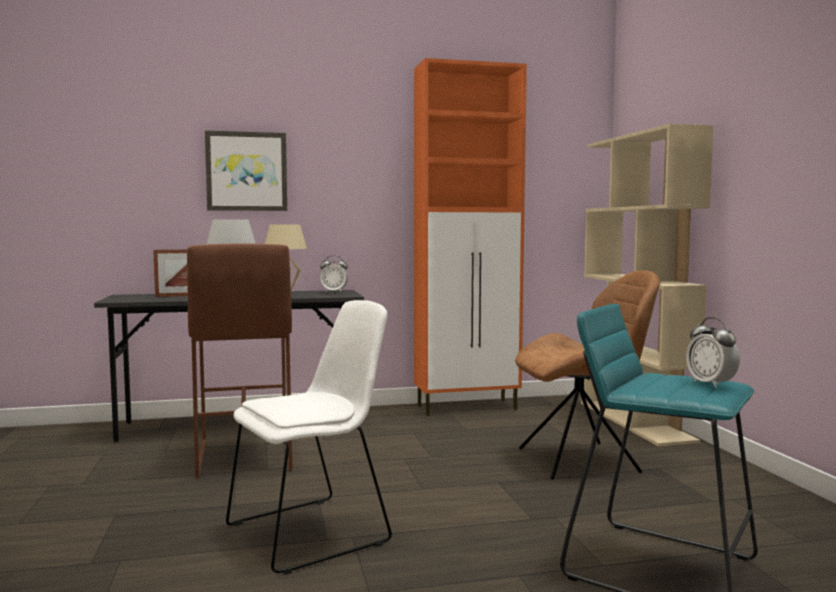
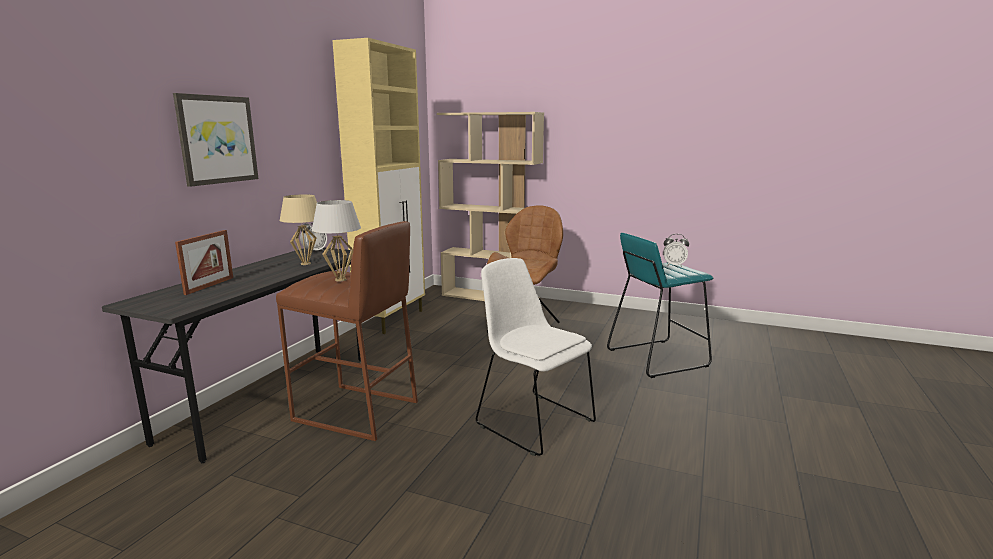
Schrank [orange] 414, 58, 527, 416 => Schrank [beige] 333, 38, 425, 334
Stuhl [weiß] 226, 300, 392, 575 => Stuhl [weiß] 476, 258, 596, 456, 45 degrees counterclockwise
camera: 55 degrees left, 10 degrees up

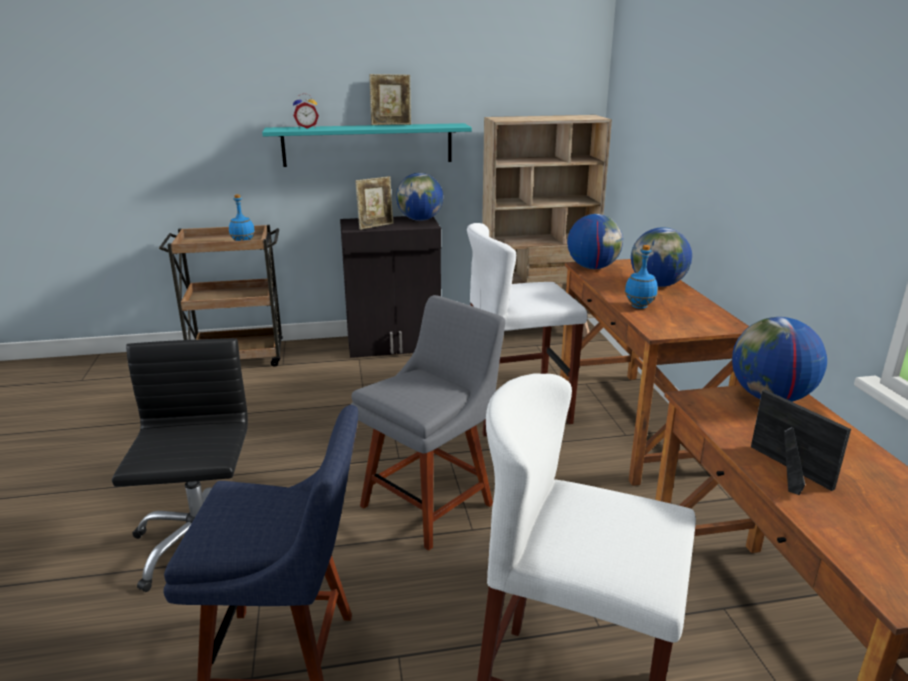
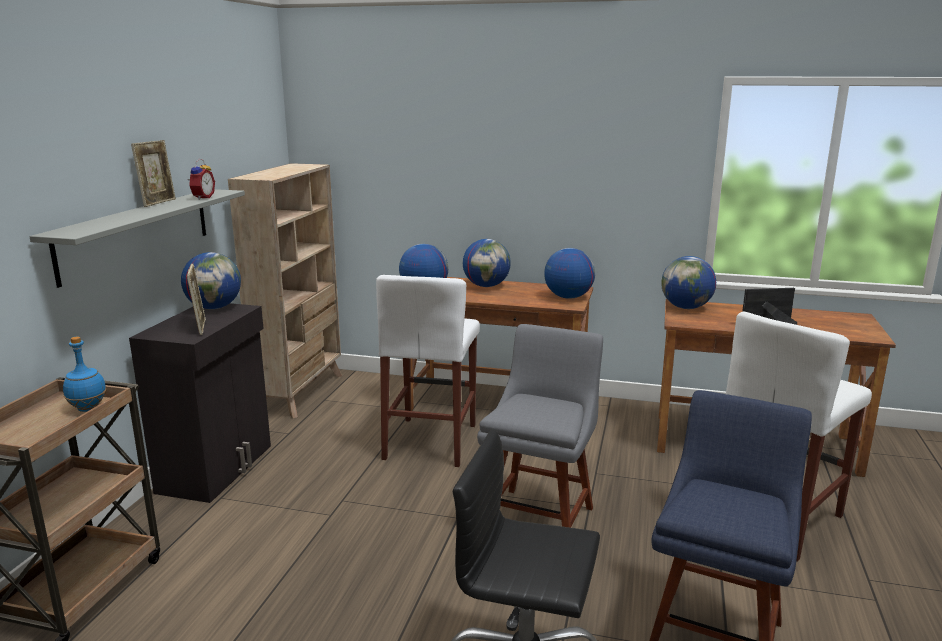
Wandregal [türkis] 262, 123, 472, 167 => Wandregal [grau] 29, 189, 245, 288
Wecker 293, 93, 319, 129 => Wecker 188, 159, 215, 200, moved
Stuhl [grau] 350, 295, 506, 551 => Stuhl [grau] 477, 324, 603, 528, 45 degrees clockwise
nothing => Globus 544, 248, 595, 299
Flasche [blau] 625, 245, 658, 309 => nothing
camera: 65 degrees left, 5 degrees down

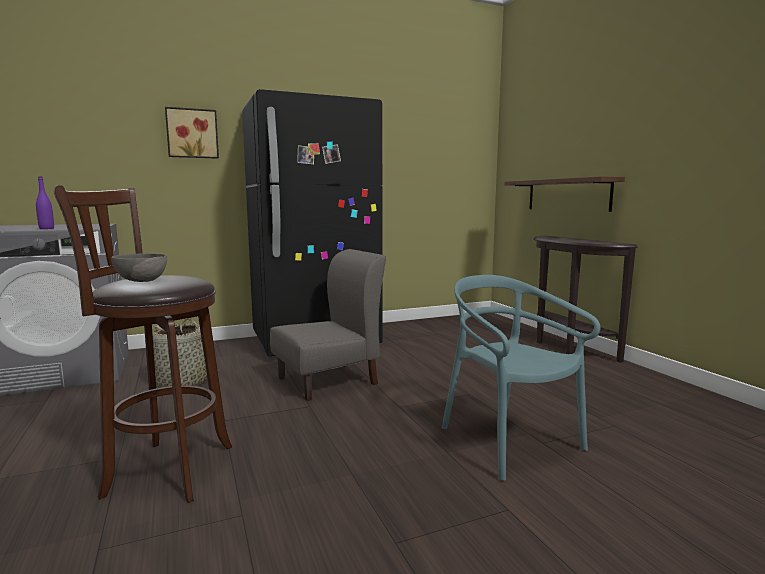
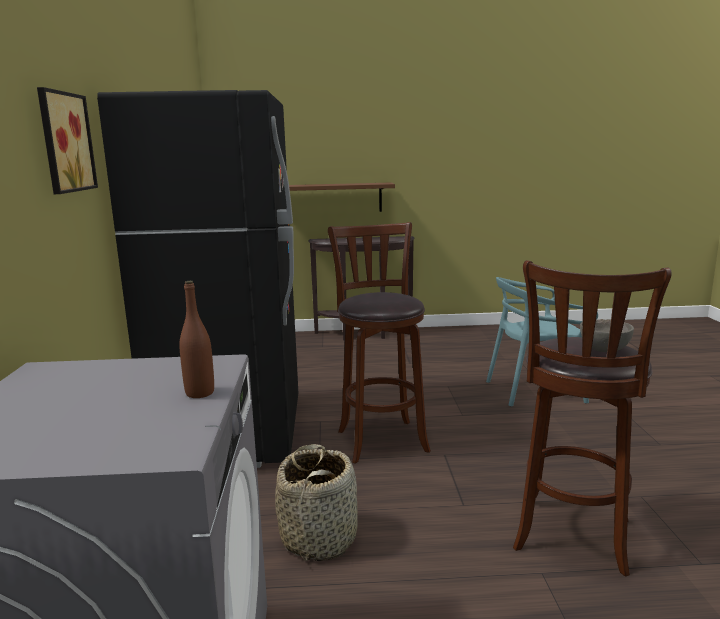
Flasche [lila] 36, 177, 54, 229 => Flasche [braun] 179, 281, 214, 398
Stuhl [grau] 270, 249, 386, 401 => Hocker [braun] 328, 222, 431, 464
camera: 70 degrees left, 5 degrees up

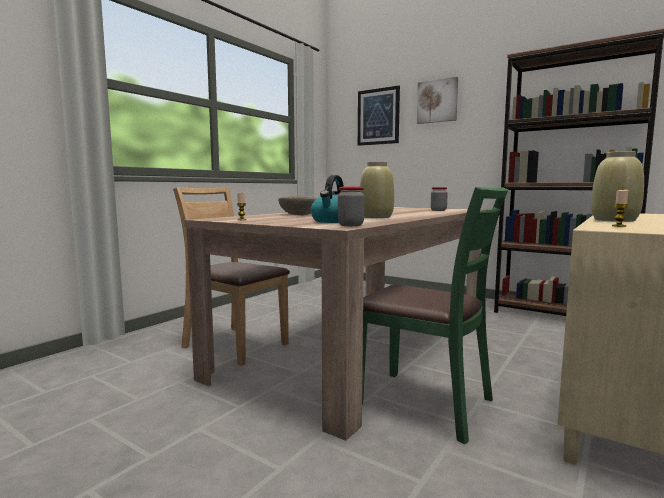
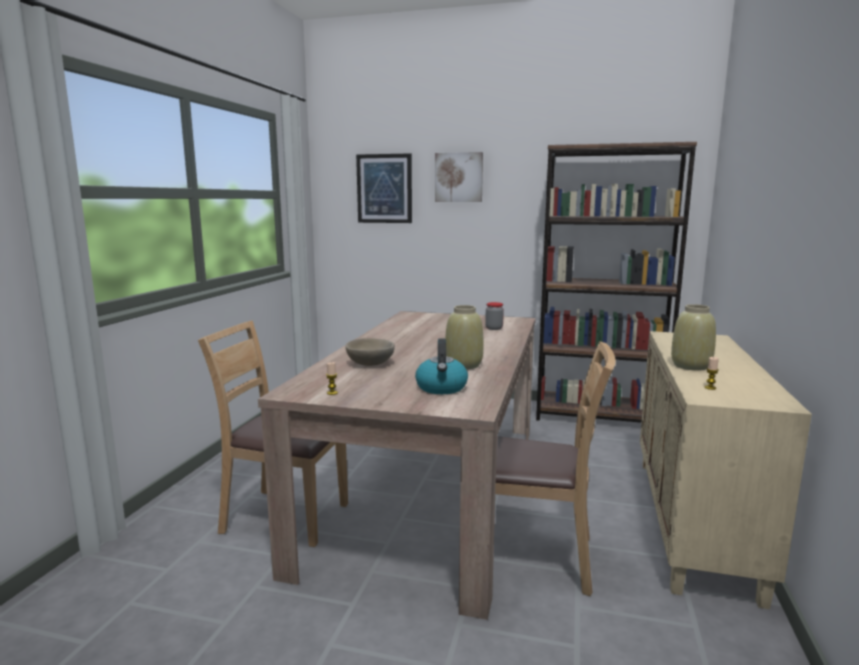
Stuhl [grün] 362, 187, 509, 444 => Stuhl [braun] 495, 341, 616, 596
Vorratsglas 338, 187, 364, 226 => nothing
camera: 20 degrees left, 5 degrees up

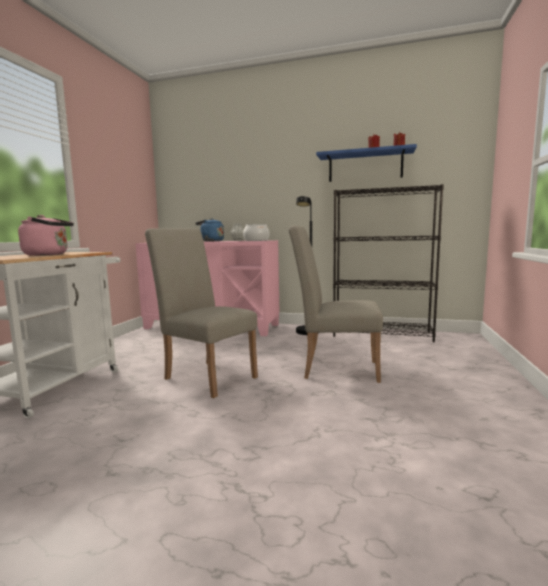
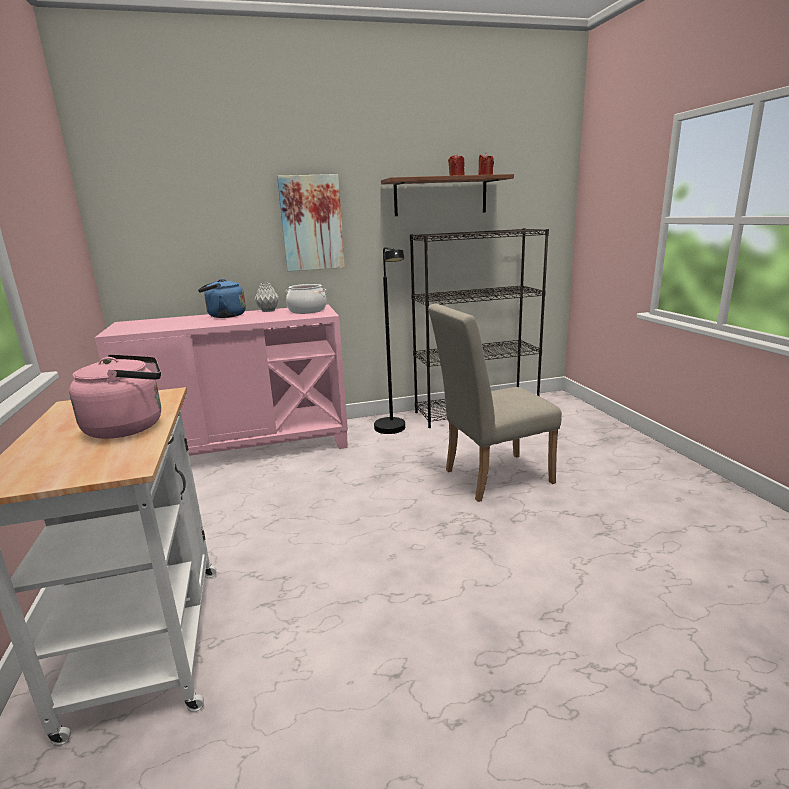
nothing => Bild 277, 174, 345, 271
Wandregal [blau] 316, 144, 417, 182 => Wandregal [braun] 381, 174, 514, 216
Stuhl [beige] 145, 228, 258, 398 => nothing
camera: 30 degrees left, 10 degrees up

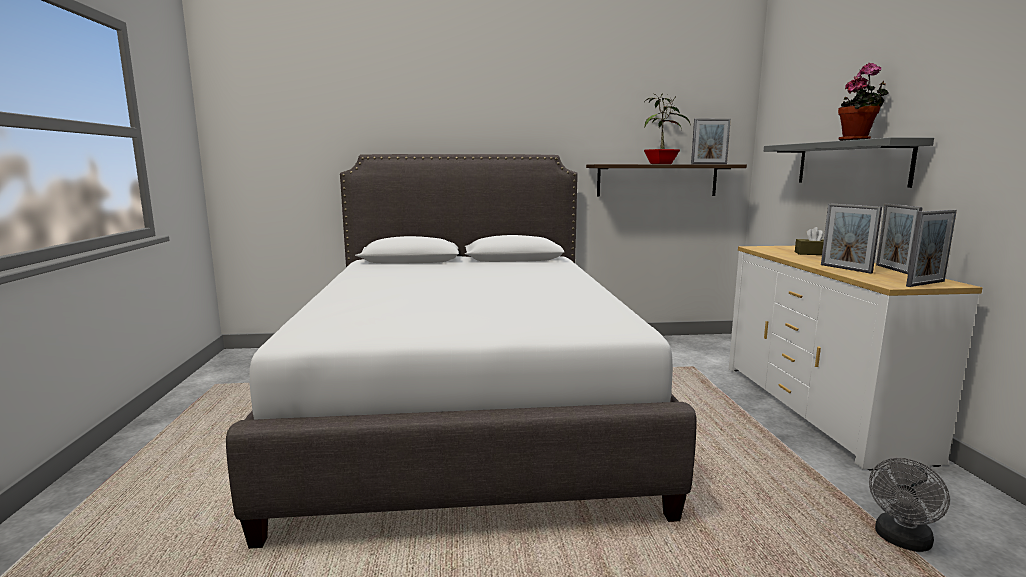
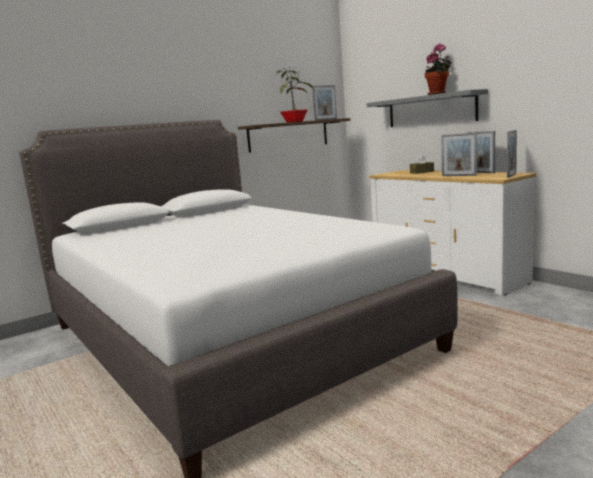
Ventilator [grau] 869, 458, 950, 552 => nothing
camera: 30 degrees left, 0 degrees up

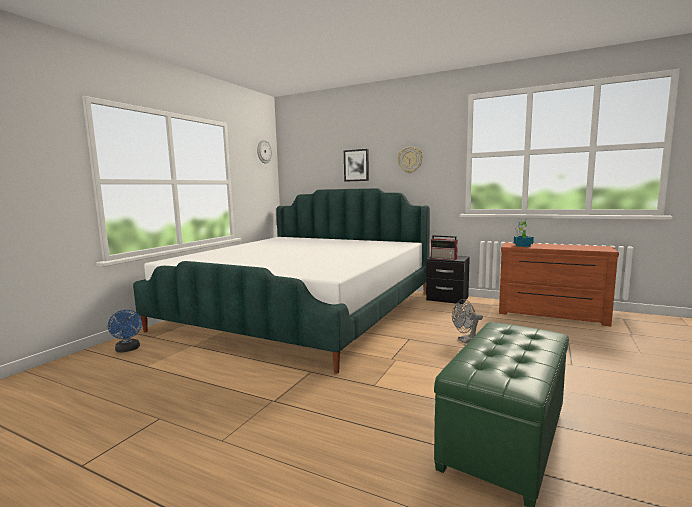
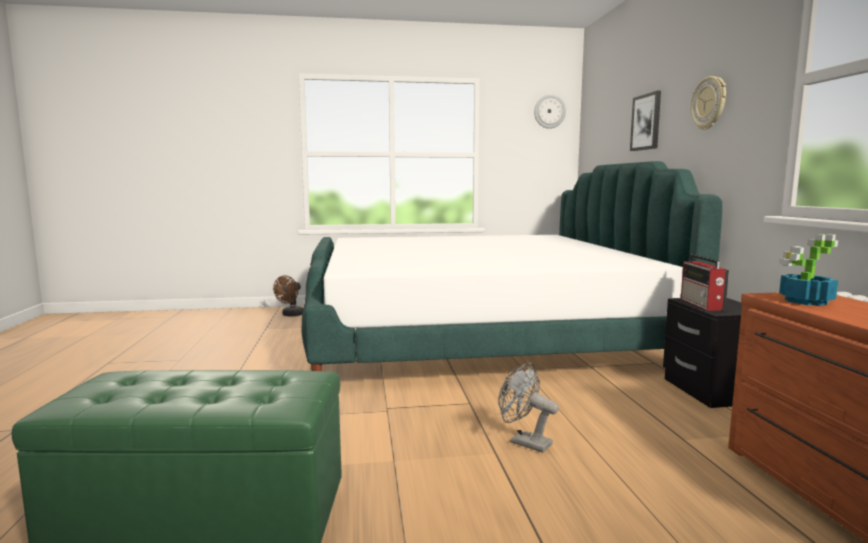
Ventilator [blau] 108, 310, 142, 353 => Ventilator [braun] 273, 275, 303, 316
camera: 55 degrees right, 0 degrees up

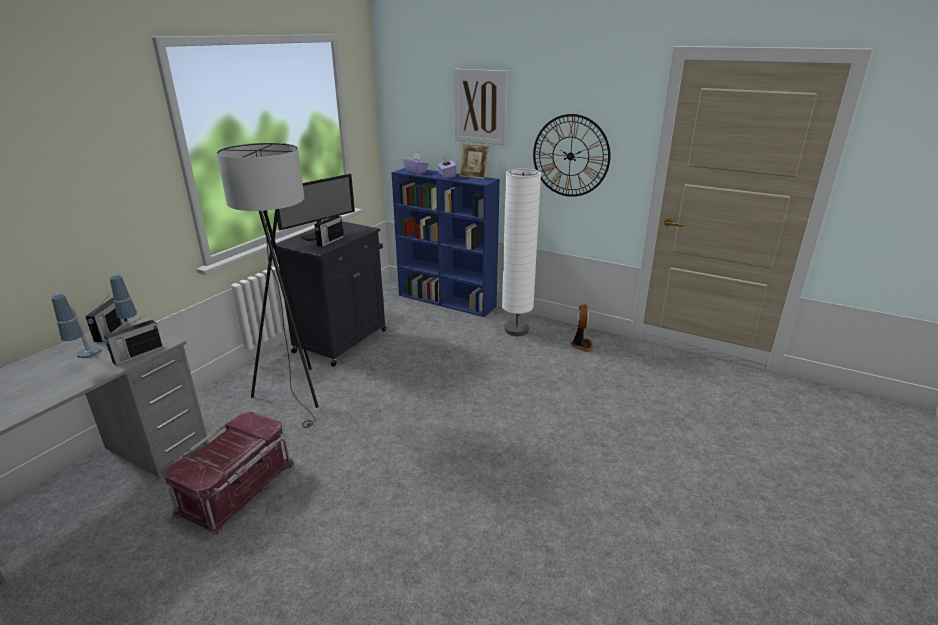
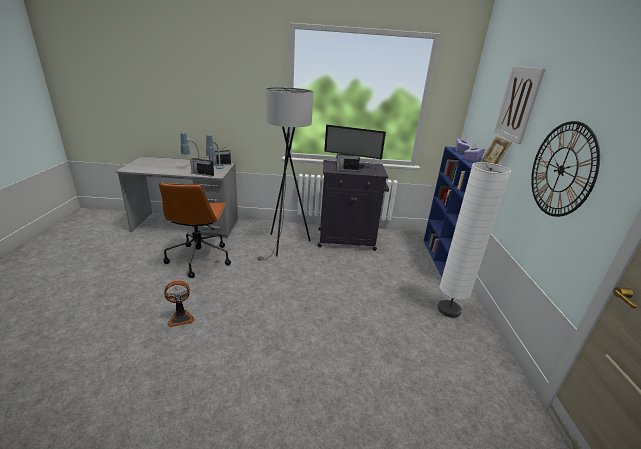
Aufbewahrungsbox [rot] 164, 412, 294, 537 => Bürostuhl [braun] 159, 183, 231, 278
Ventilator 571, 305, 593, 352 => Ventilator 164, 280, 195, 327, moved
camera: 60 degrees right, 0 degrees up

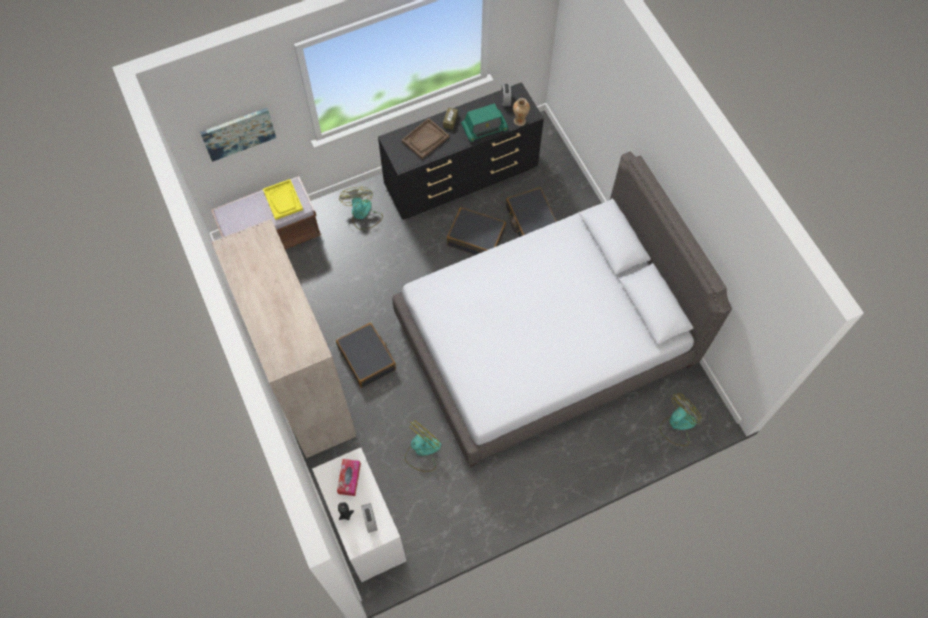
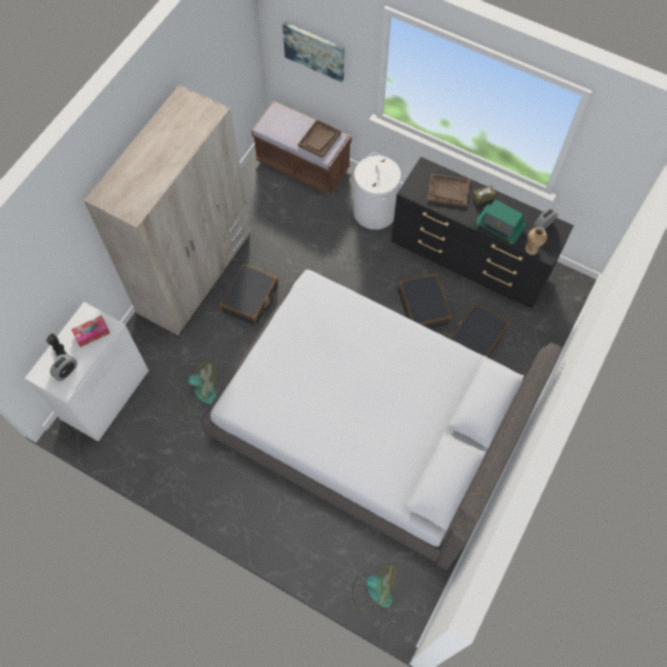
Tablett [gelb] 263, 179, 303, 220 => Tablett [braun] 298, 119, 341, 158
Ventilator 339, 187, 383, 230 => Wäschekorb [weiß] 353, 153, 401, 230
camera: 55 degrees right, 0 degrees up

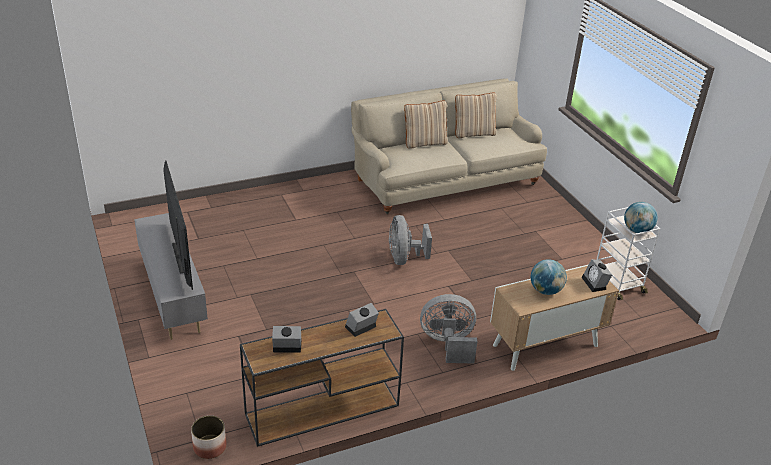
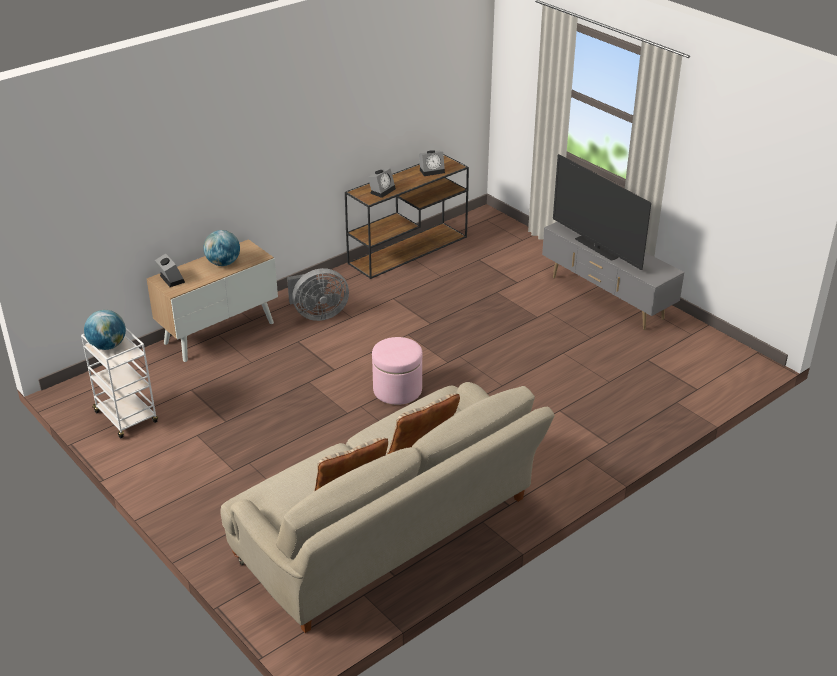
Ventilator [grau] 389, 215, 432, 265 => Polsterhocker [rosa] 372, 337, 423, 405
Pflanzkübel 191, 415, 227, 459 => nothing
camera: 165 degrees right, 0 degrees up

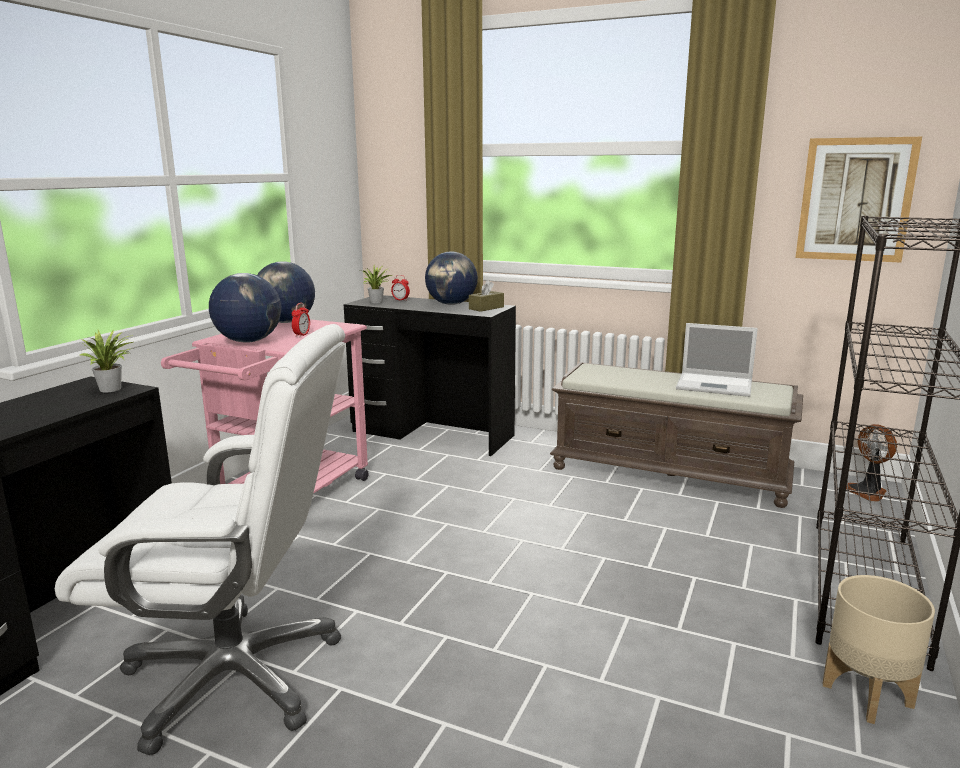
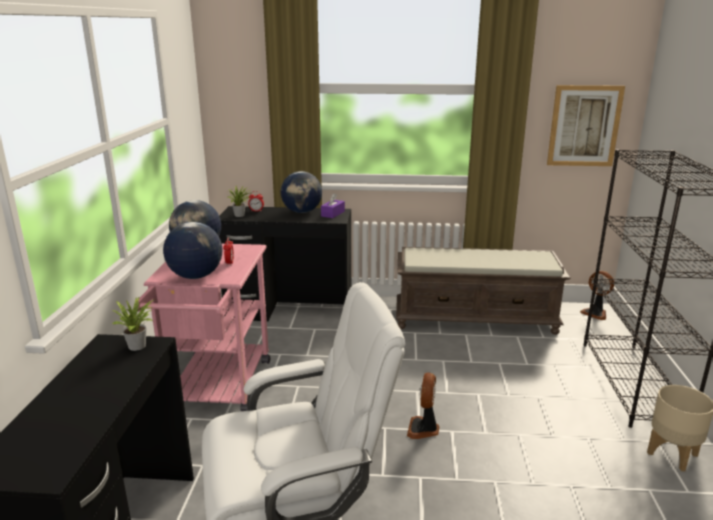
Taschentuchbox [braun] 469, 280, 504, 312 => Taschentuchbox [lila] 321, 193, 345, 218
nothing => Ventilator 407, 372, 440, 439
Laptop 676, 323, 758, 397 => nothing
camera: 20 degrees left, 5 degrees up

